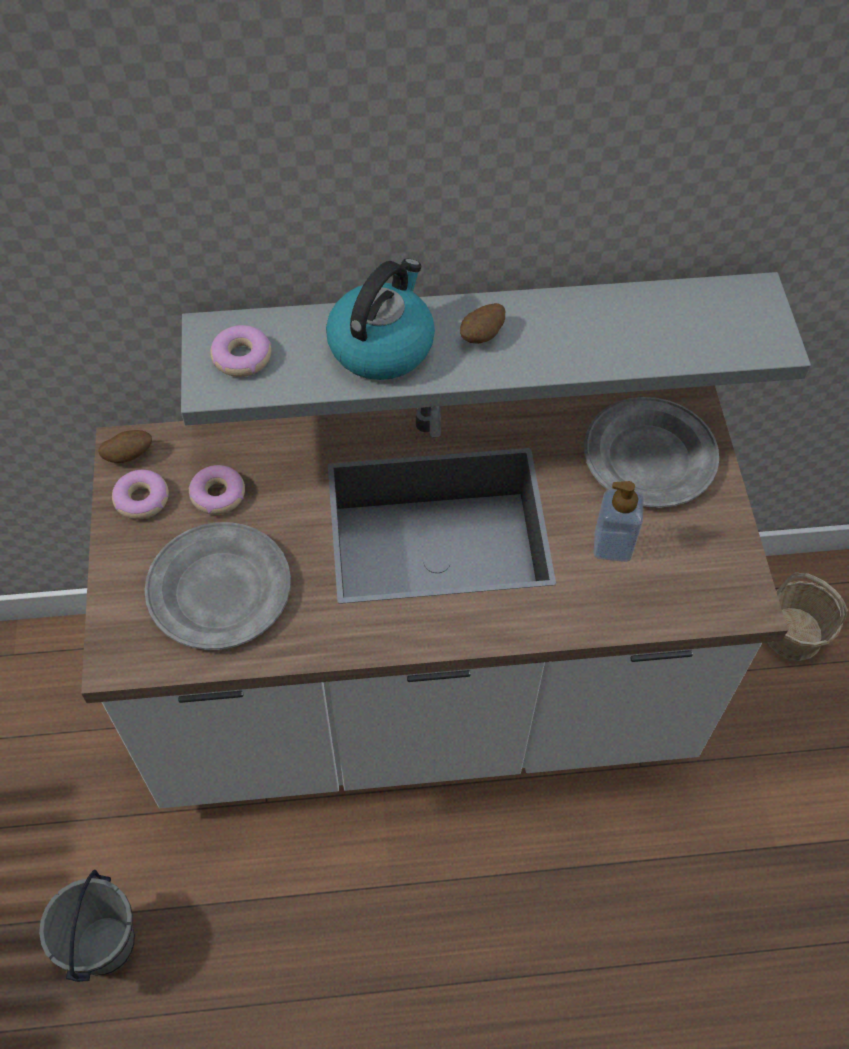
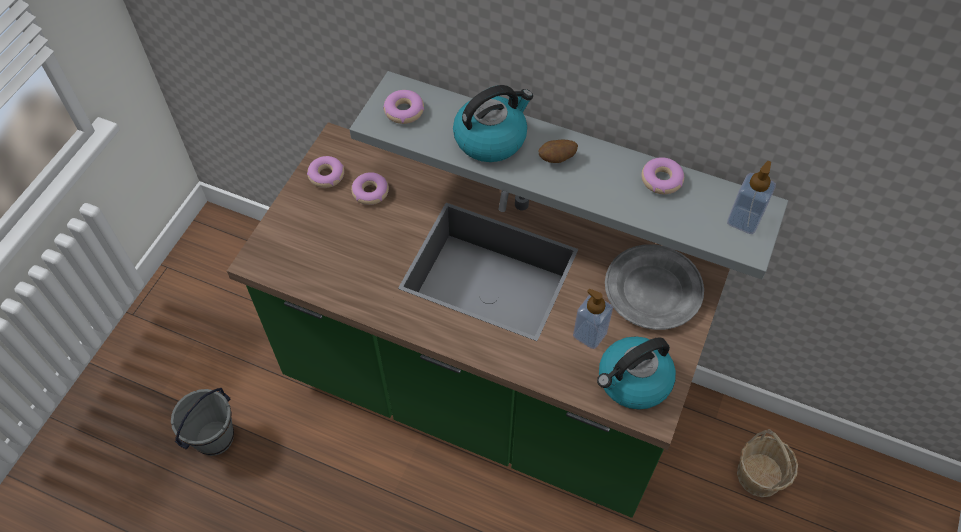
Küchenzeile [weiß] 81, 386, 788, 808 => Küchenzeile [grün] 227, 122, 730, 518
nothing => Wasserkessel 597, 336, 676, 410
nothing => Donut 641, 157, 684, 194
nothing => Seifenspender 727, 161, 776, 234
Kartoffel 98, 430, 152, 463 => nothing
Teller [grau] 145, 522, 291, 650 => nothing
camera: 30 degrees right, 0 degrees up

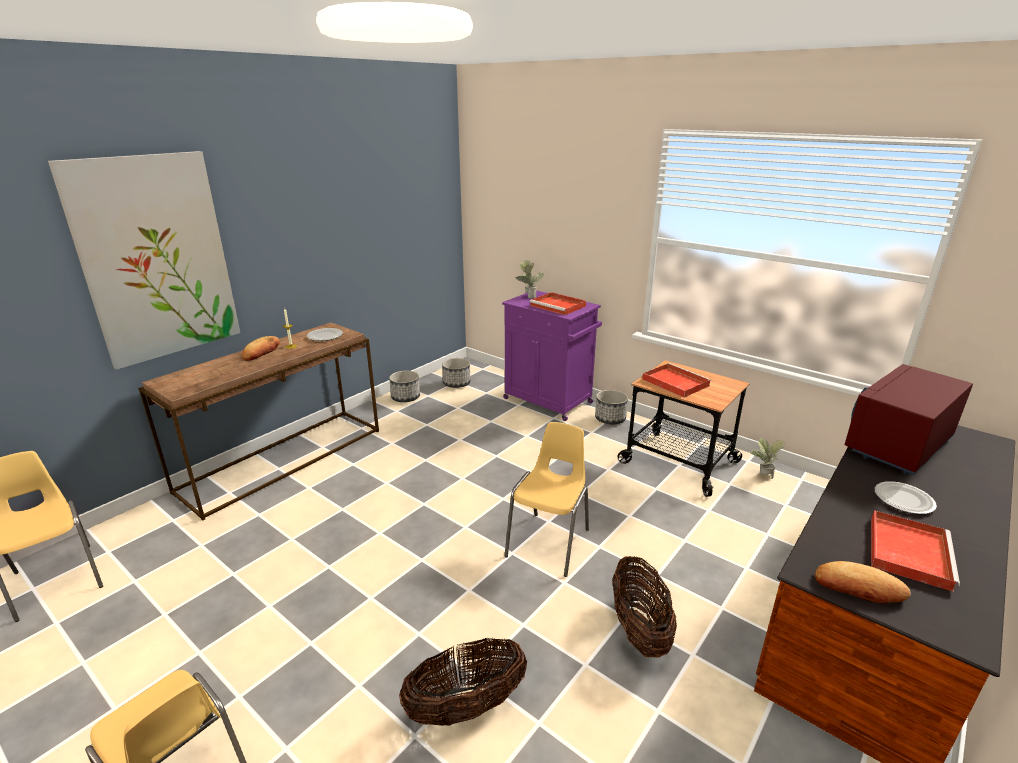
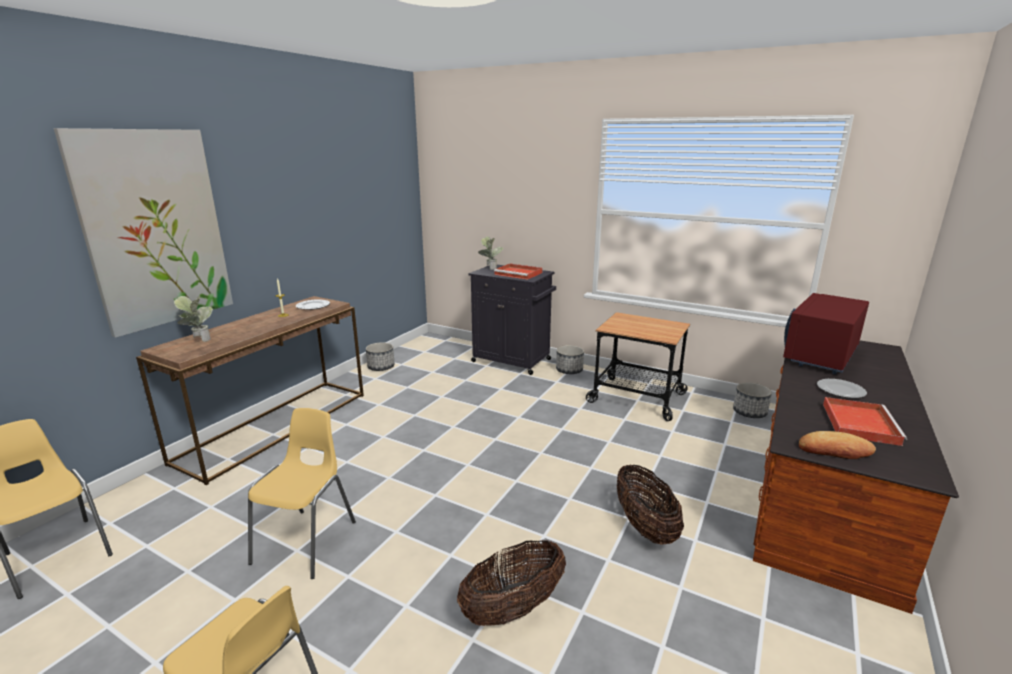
Topfpflanze 751, 438, 785, 479 => Topfpflanze 174, 296, 213, 342, moved
Stuhl [gelb] 504, 422, 589, 577 => Stuhl [gelb] 248, 408, 356, 579, moved
Schrank [lila] 502, 290, 602, 421 => Schrank [schwarz] 468, 265, 556, 375
Pflanzkübel 442, 358, 470, 388 => Pflanzkübel 733, 382, 772, 418, moved
Brot 242, 336, 280, 361 => nothing
Tablett [rot] 642, 363, 711, 398 => nothing
camera: 10 degrees left, 5 degrees down

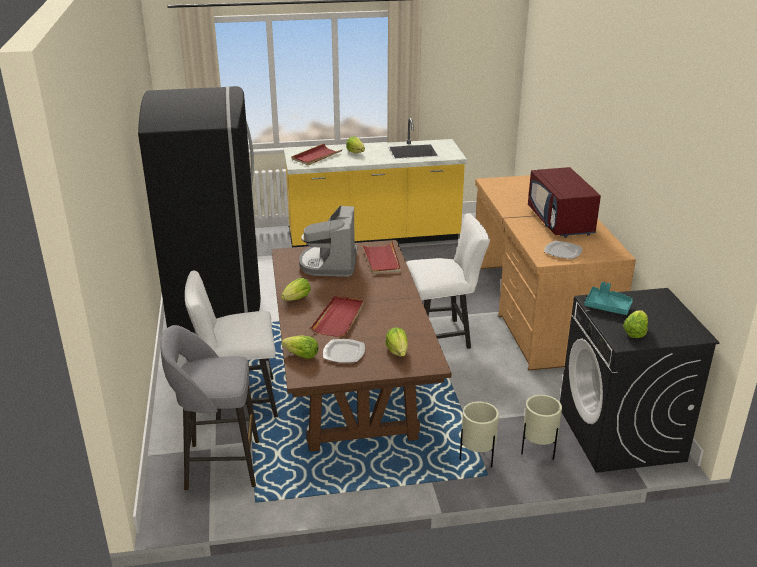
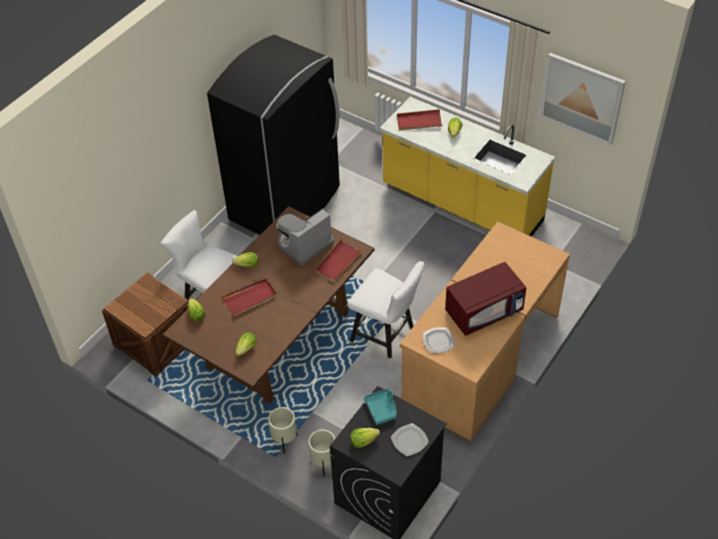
Hocker [grau] 160, 325, 259, 491 => Kiste 102, 272, 189, 377
Teller 323, 339, 365, 363 => Teller 391, 423, 429, 456, moved
Mikrowelle [rot] 528, 167, 601, 238 => Mikrowelle [rot] 445, 262, 527, 336, 150 degrees counterclockwise
nothing => Bild 540, 53, 626, 145
camera: 45 degrees right, 20 degrees up

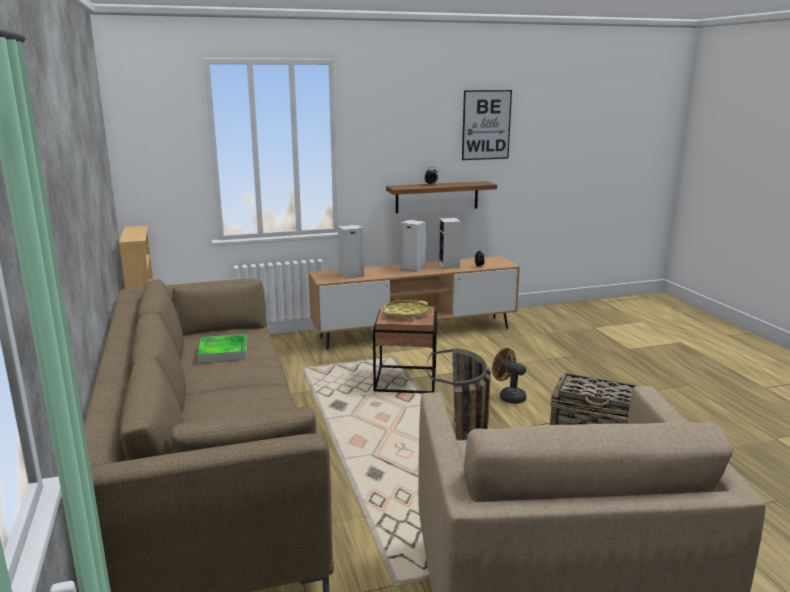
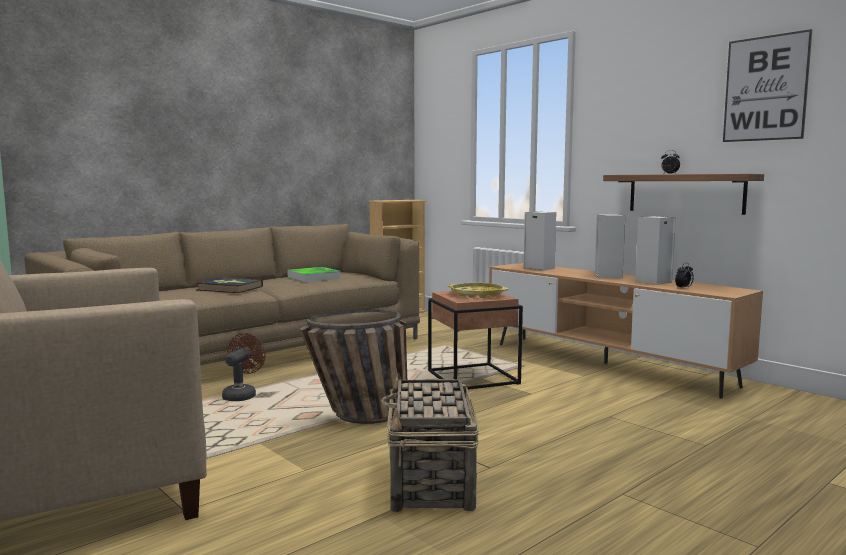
nothing => Buch 196, 277, 263, 293
Ventilator [braun] 492, 348, 526, 404 => Ventilator [braun] 222, 333, 266, 401, moved
camera: 65 degrees right, 10 degrees down

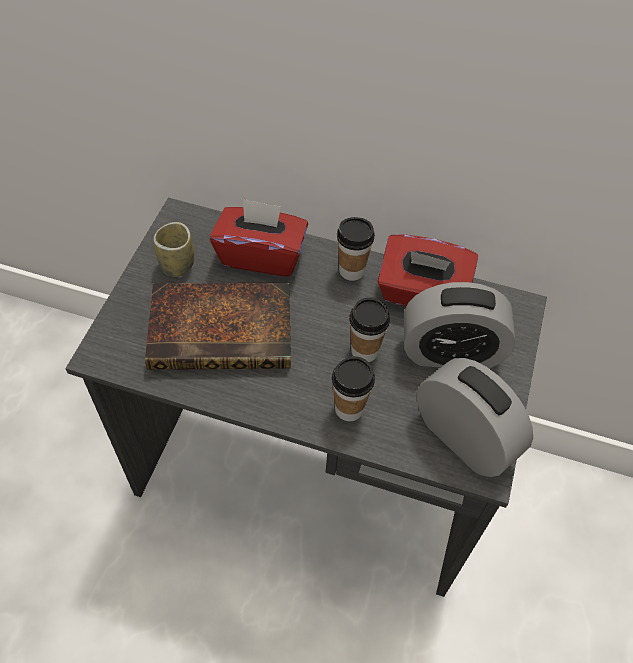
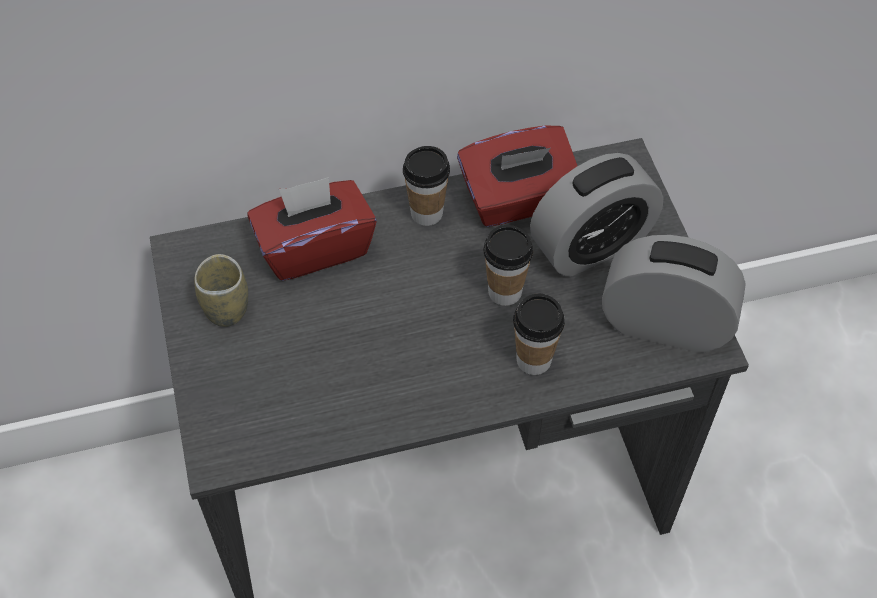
Buch 145, 283, 291, 370 => nothing
camera: 30 degrees left, 0 degrees up

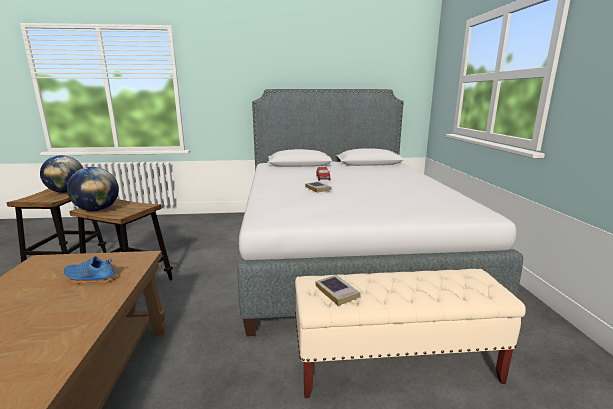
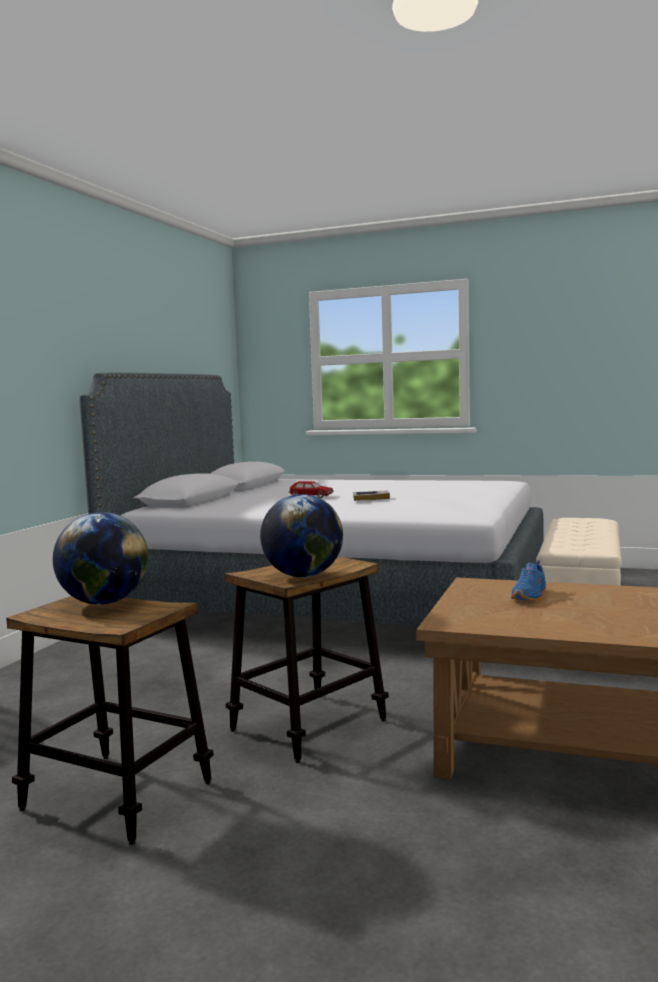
Buch 315, 275, 360, 306 => nothing
camera: 65 degrees left, 10 degrees down

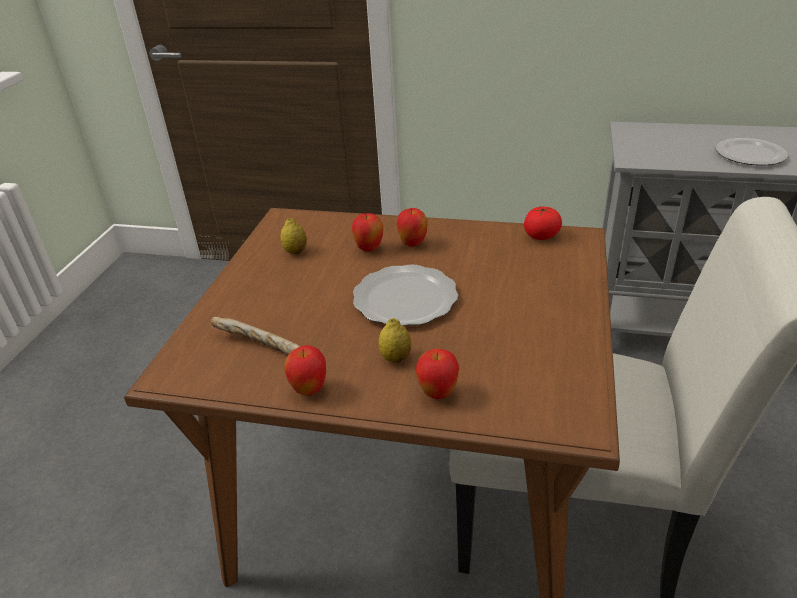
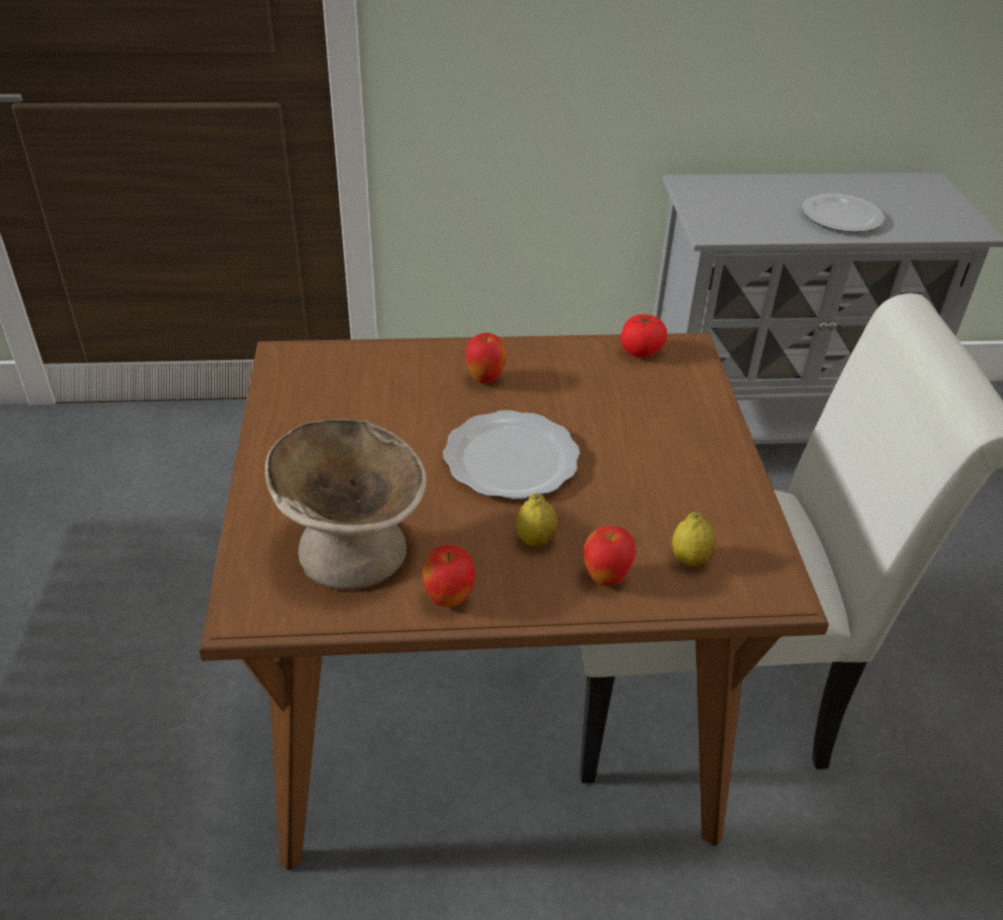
Brot 211, 317, 300, 355 => Schüssel [beige] 265, 419, 426, 590
Zitrone 280, 218, 307, 254 => Zitrone 672, 512, 716, 566, moved
Apfel 352, 213, 383, 252 => nothing
camera: 20 degrees left, 5 degrees up

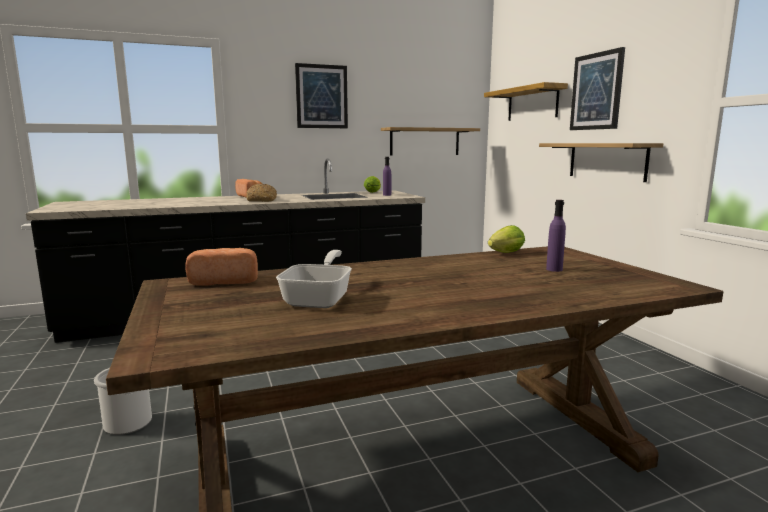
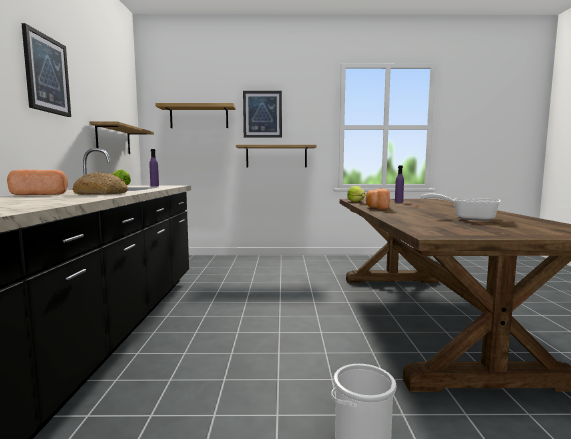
Brot 185, 248, 258, 286 => Brot 366, 189, 390, 209, moved
camera: 70 degrees left, 5 degrees down

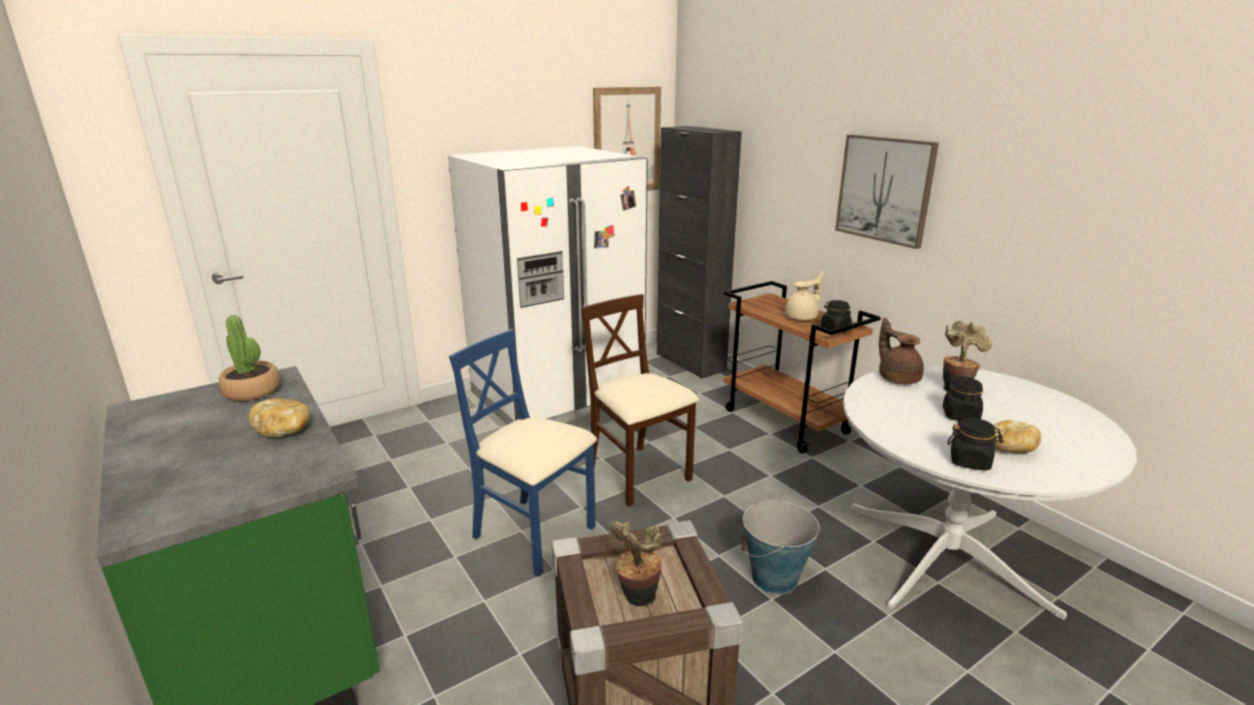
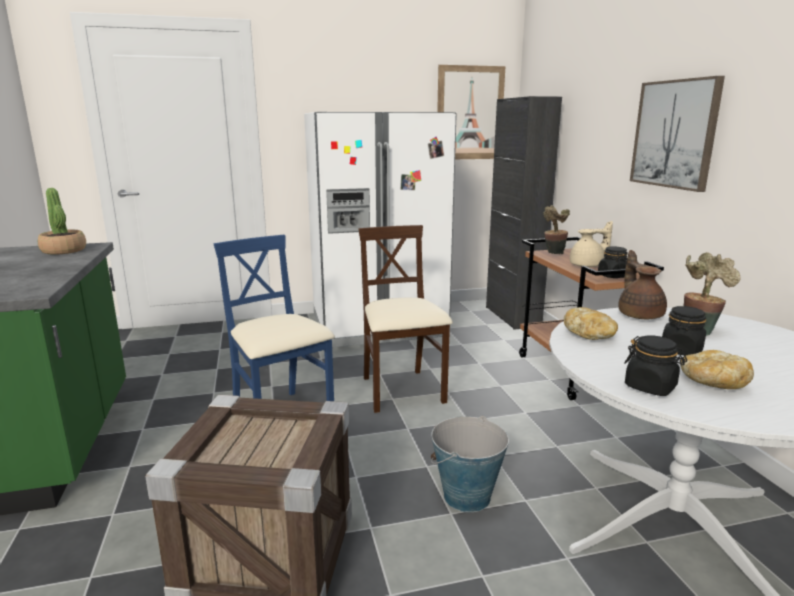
Topfpflanze 609, 522, 664, 606 => Topfpflanze 543, 205, 570, 254, moved
Brot 248, 398, 310, 437 => Brot 564, 307, 618, 340, moved
camera: 20 degrees right, 5 degrees down

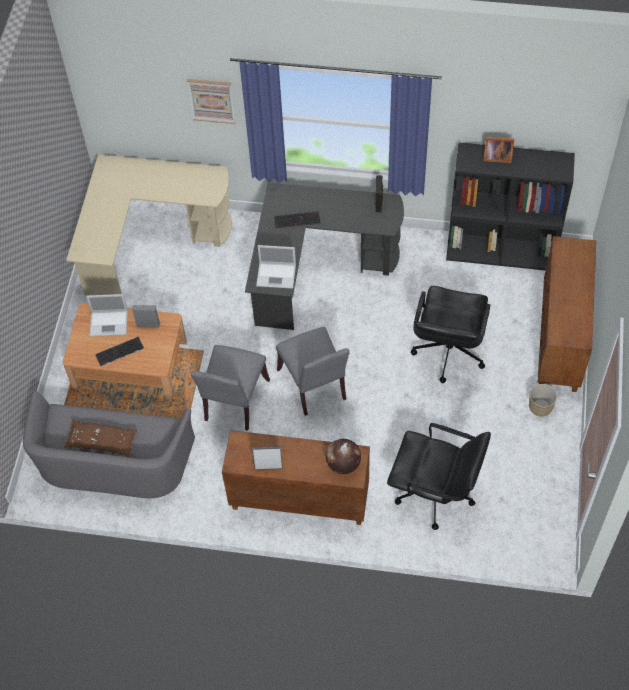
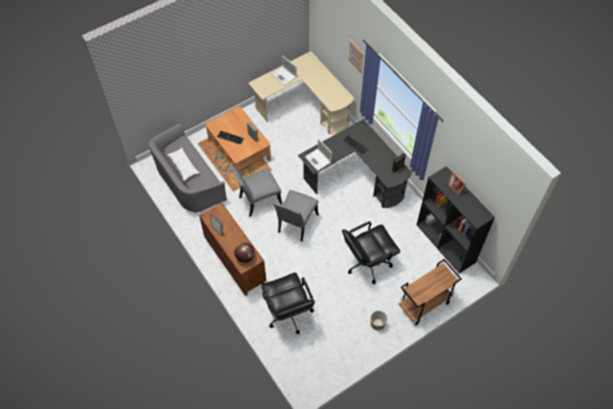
Kissen [braun] 64, 420, 138, 457 => Kissen [weiß] 168, 147, 199, 181
Laptop 86, 294, 128, 336 => Laptop 271, 56, 297, 86, moved
Schrank [braun] 537, 236, 596, 392 => Rollwagen [braun] 399, 259, 462, 325
camera: 45 degrees right, 0 degrees up

